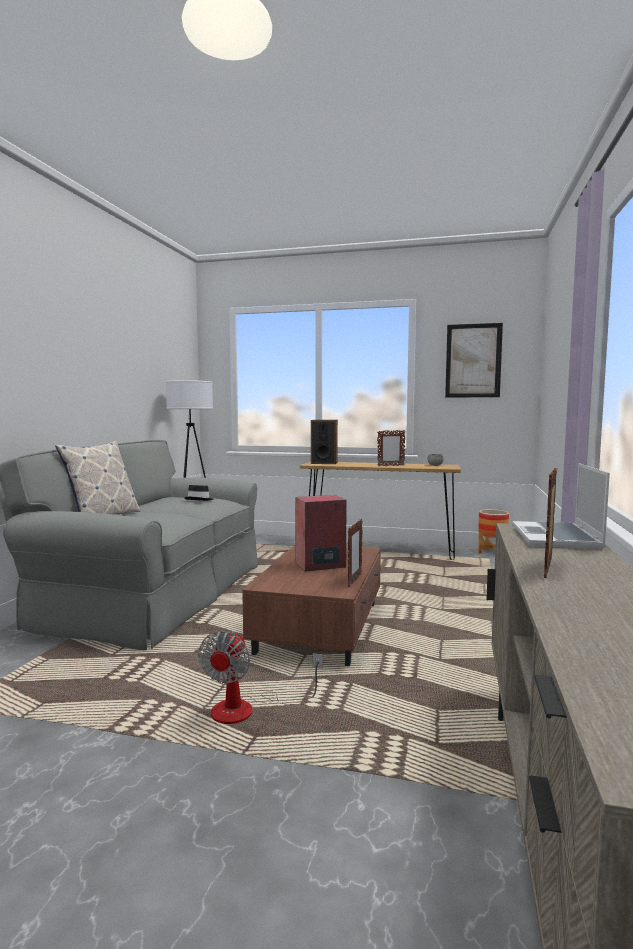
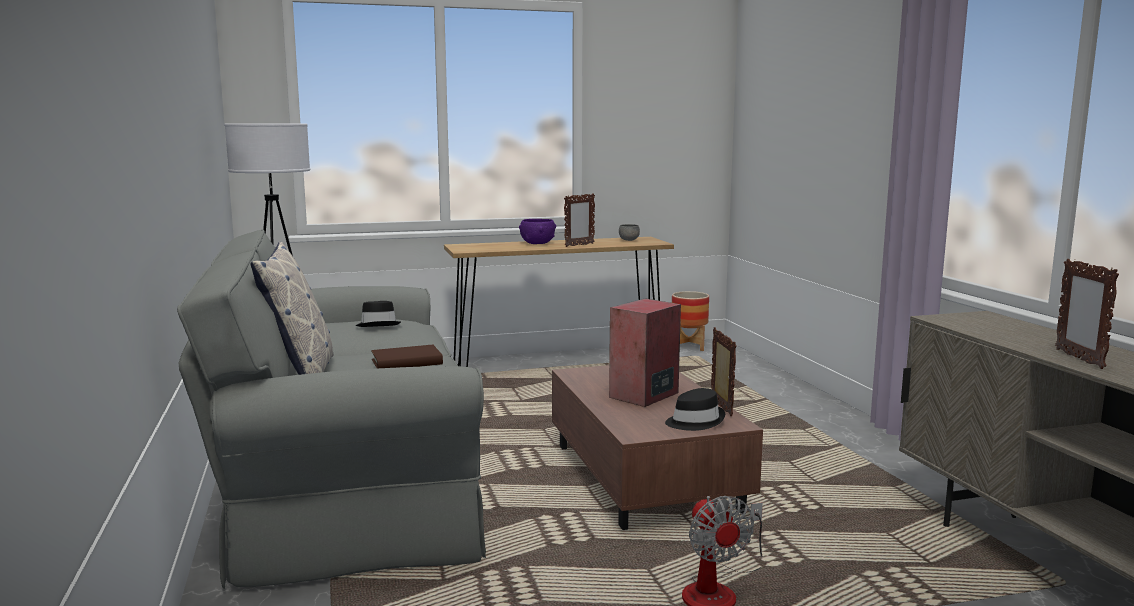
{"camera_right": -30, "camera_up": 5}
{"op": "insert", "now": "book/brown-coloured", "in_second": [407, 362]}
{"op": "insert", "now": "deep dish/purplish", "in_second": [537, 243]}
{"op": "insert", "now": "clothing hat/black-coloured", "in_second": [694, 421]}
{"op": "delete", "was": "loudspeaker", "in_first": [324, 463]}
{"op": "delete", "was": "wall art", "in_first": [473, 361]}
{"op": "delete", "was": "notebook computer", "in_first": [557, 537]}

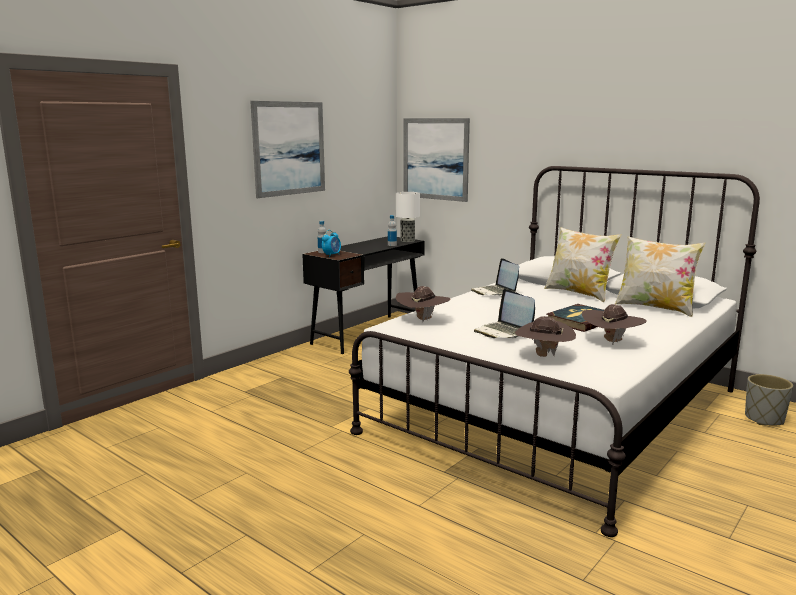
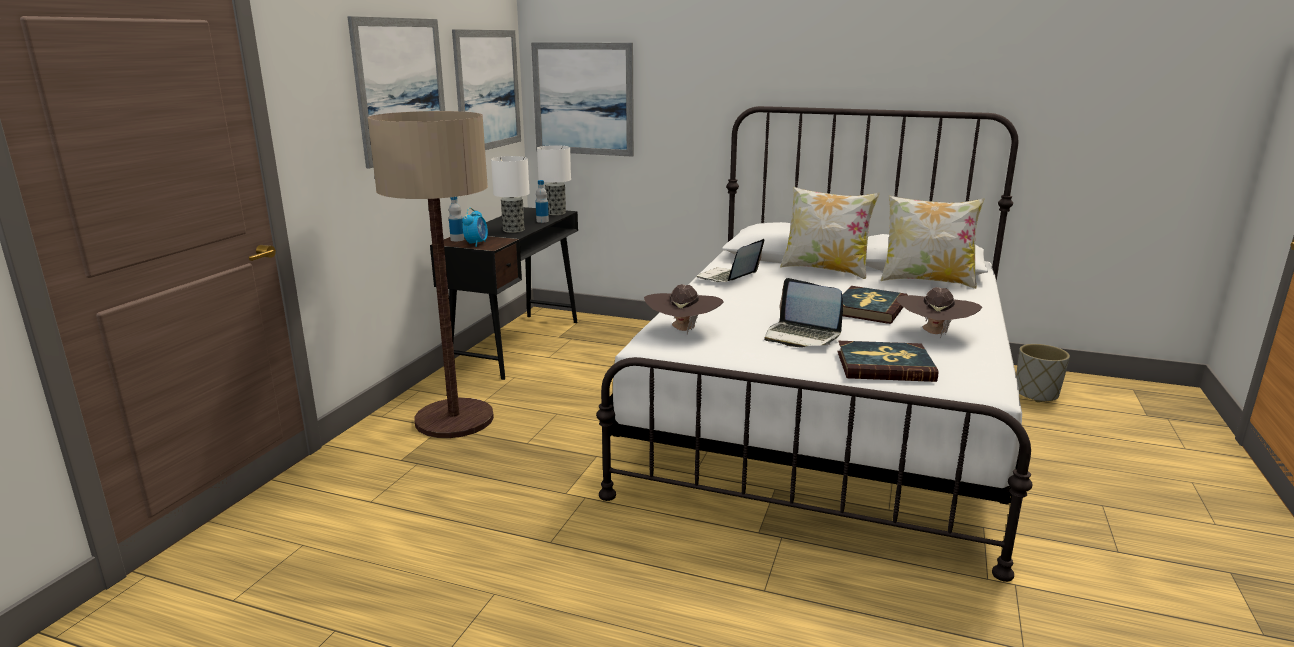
{"camera_right": -20, "camera_up": 5}
{"op": "insert", "now": "standing lamp", "in_second": [454, 419]}
{"op": "insert", "now": "wall art", "in_second": [488, 90]}
{"op": "insert", "now": "lamp for a table", "in_second": [513, 230]}
{"op": "rotate", "was": "notebook computer", "in_first": [495, 292], "in_second": [727, 278], "clockwise": 75}
{"op": "replace", "was": "clothing hat/brown-coloured", "now": "book", "in_first": [543, 356], "in_second": [884, 366]}

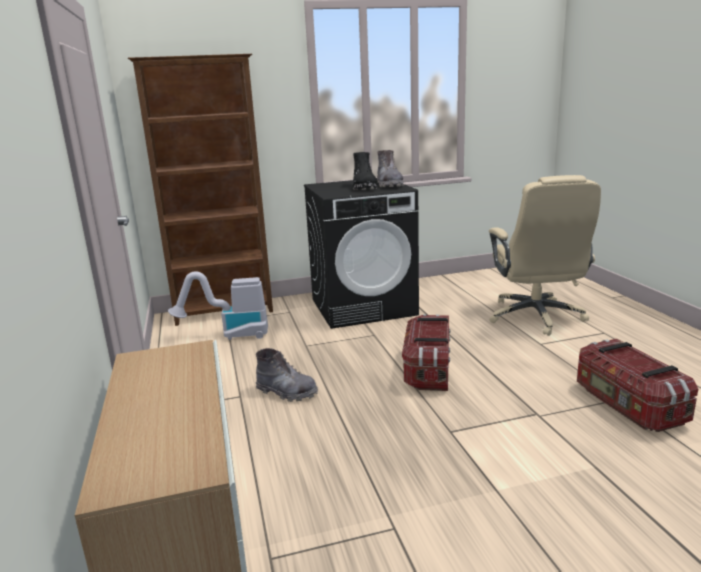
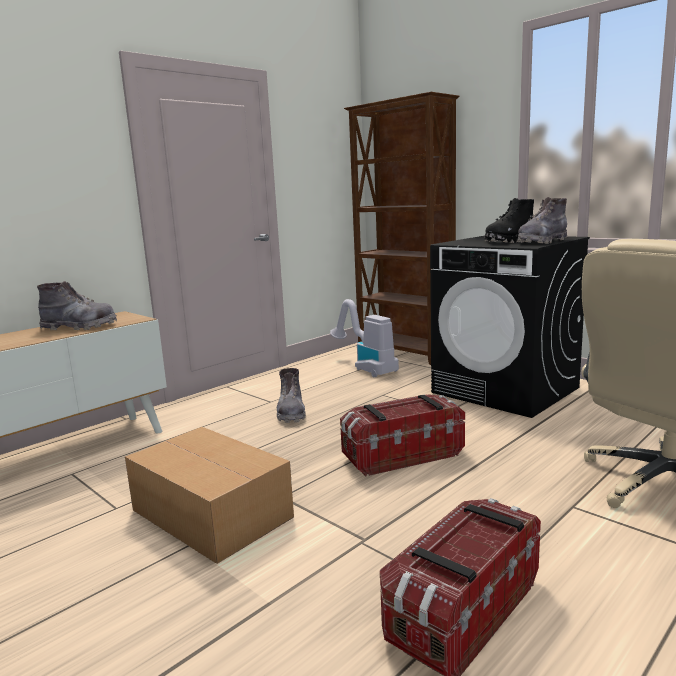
{"camera_right": 60, "camera_up": -5}
{"op": "insert", "now": "high-top boot/grey", "in_second": [79, 327]}
{"op": "insert", "now": "packing box", "in_second": [211, 512]}

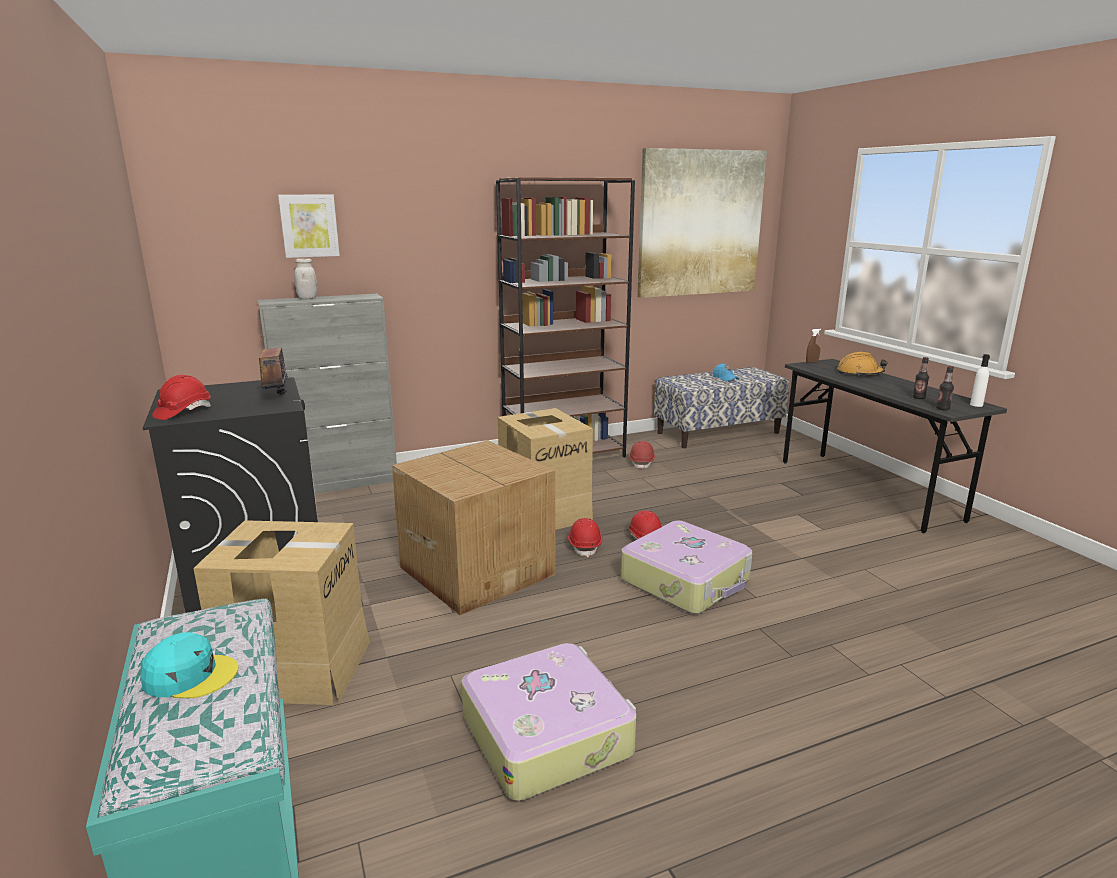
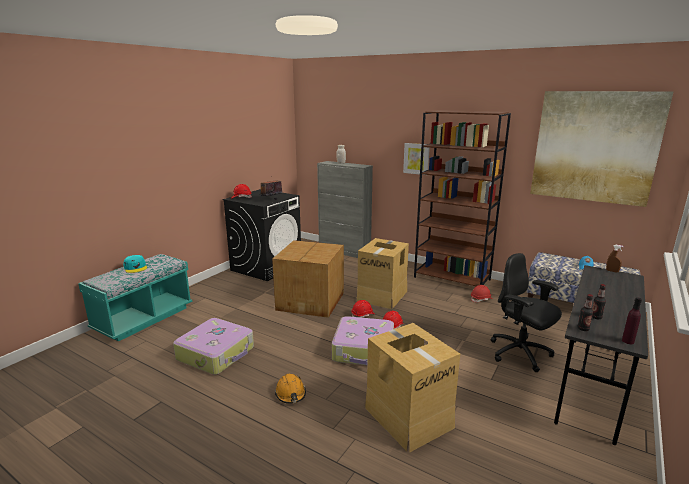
{"camera_right": 55, "camera_up": 0}
{"op": "move", "was": "work helmet/orange", "in_first": [859, 373], "in_second": [290, 394]}
{"op": "move", "was": "packing box", "in_first": [296, 668], "in_second": [408, 416]}
{"op": "move", "was": "wall art", "in_first": [309, 226], "in_second": [416, 158]}
{"op": "insert", "now": "office chair/black-coloured", "in_second": [520, 354]}
{"op": "recolor", "was": "beverage bottle/whitish", "now": "beverage bottle/purplish", "in_first": [976, 405], "in_second": [628, 341]}

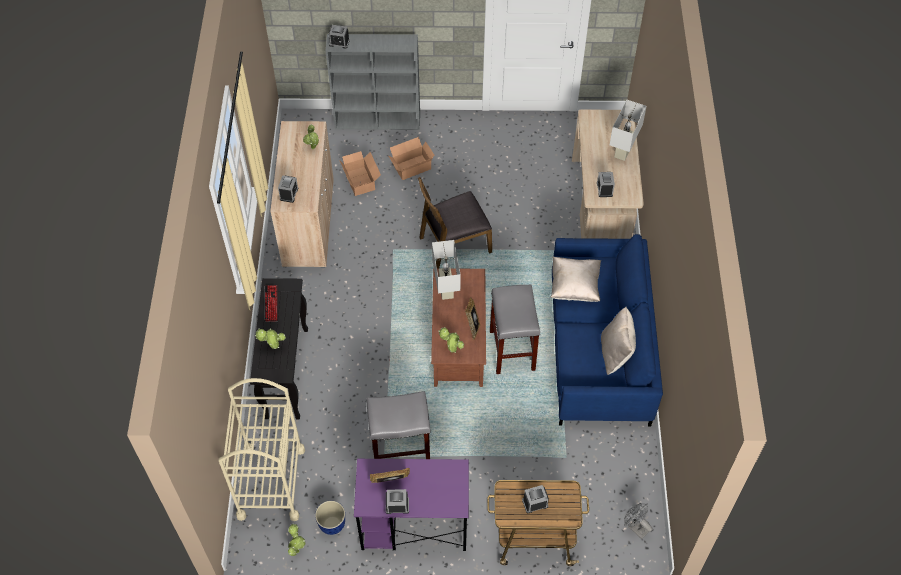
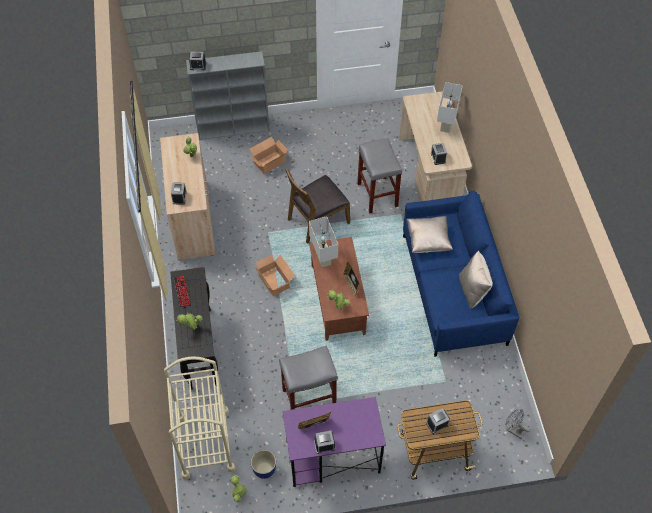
{"camera_right": -10, "camera_up": 0}
{"op": "move", "was": "packing box", "in_first": [361, 180], "in_second": [275, 280]}
{"op": "move", "was": "sitting stool/grey", "in_first": [511, 349], "in_second": [377, 194]}

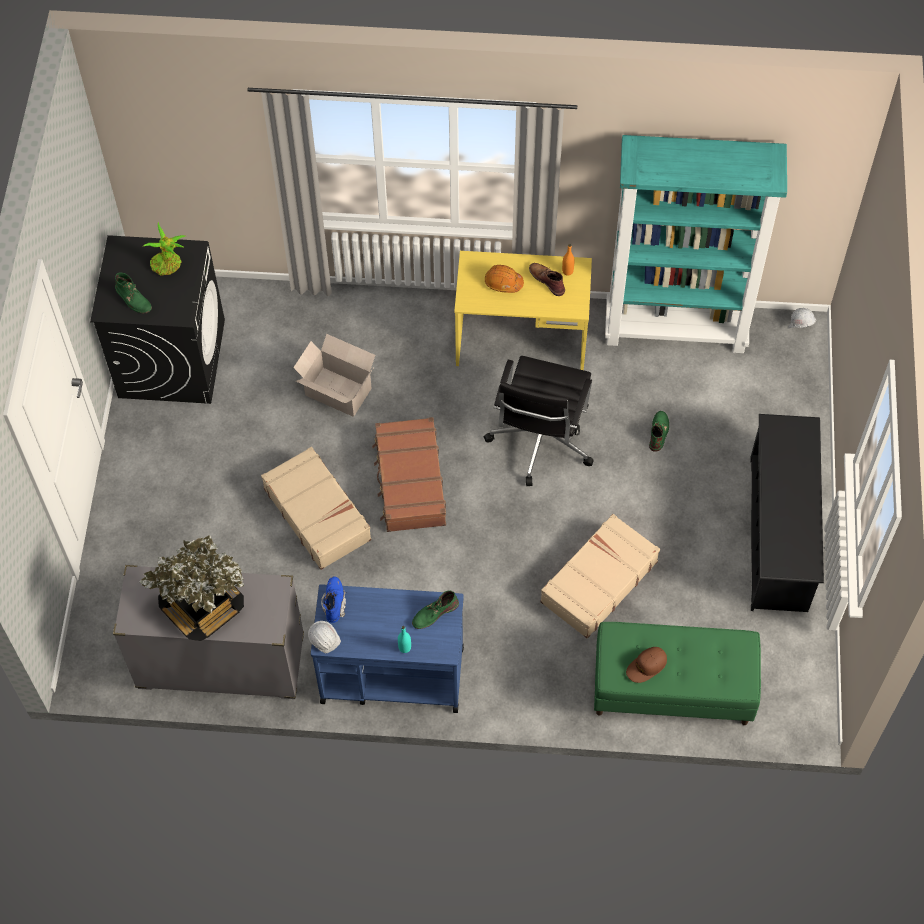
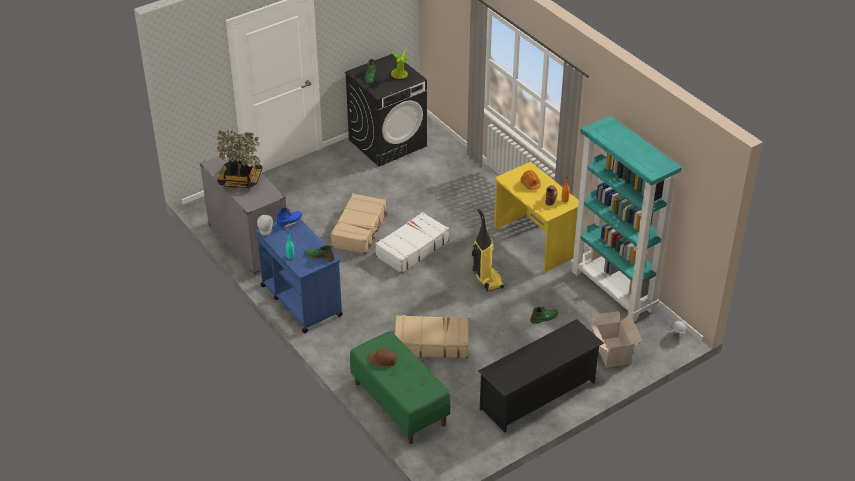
{"camera_right": 50, "camera_up": -20}
{"op": "recolor", "was": "piece of luggage/brown-coloured", "now": "piece of luggage/whitish", "in_first": [409, 481], "in_second": [411, 249]}
{"op": "replace", "was": "office chair/black-coloured", "now": "vacuum", "in_first": [540, 441], "in_second": [487, 279]}
{"op": "move", "was": "packing box", "in_first": [337, 391], "in_second": [612, 351]}

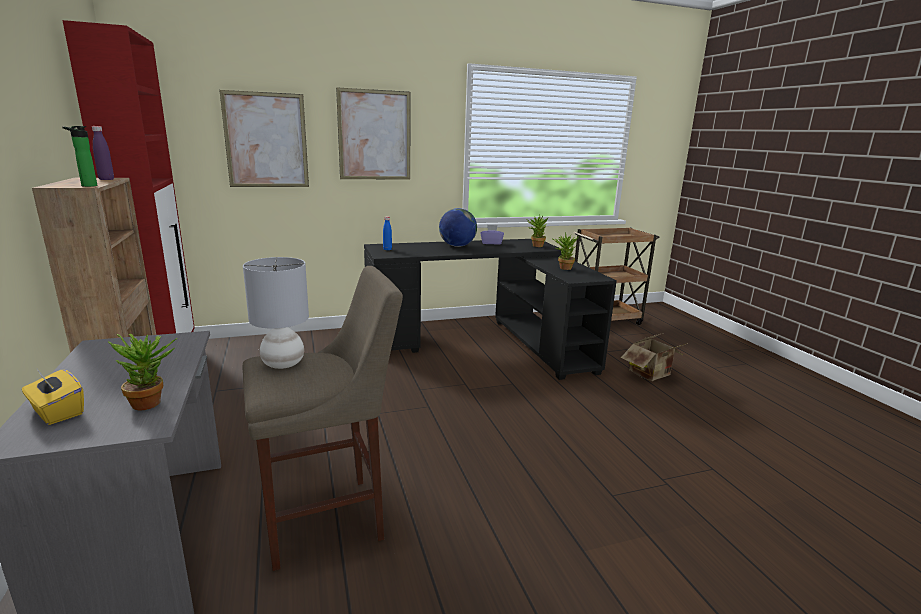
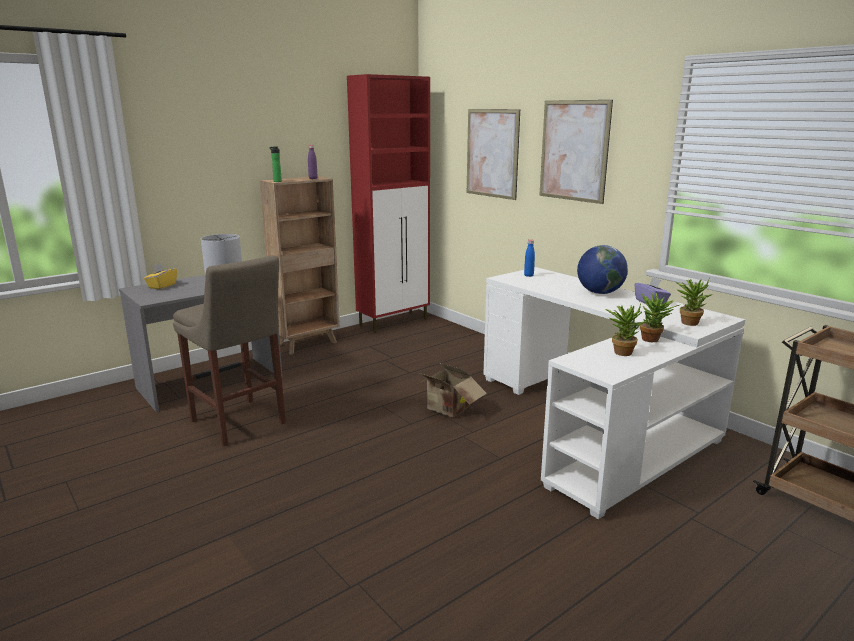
{"camera_right": 70, "camera_up": 0}
{"op": "move", "was": "packing box", "in_first": [652, 374], "in_second": [447, 410]}
{"op": "recolor", "was": "desk table/black-coloured", "now": "desk table/whitish", "in_first": [486, 341], "in_second": [596, 424]}
{"op": "move", "was": "plant in a pot", "in_first": [152, 402], "in_second": [654, 340]}

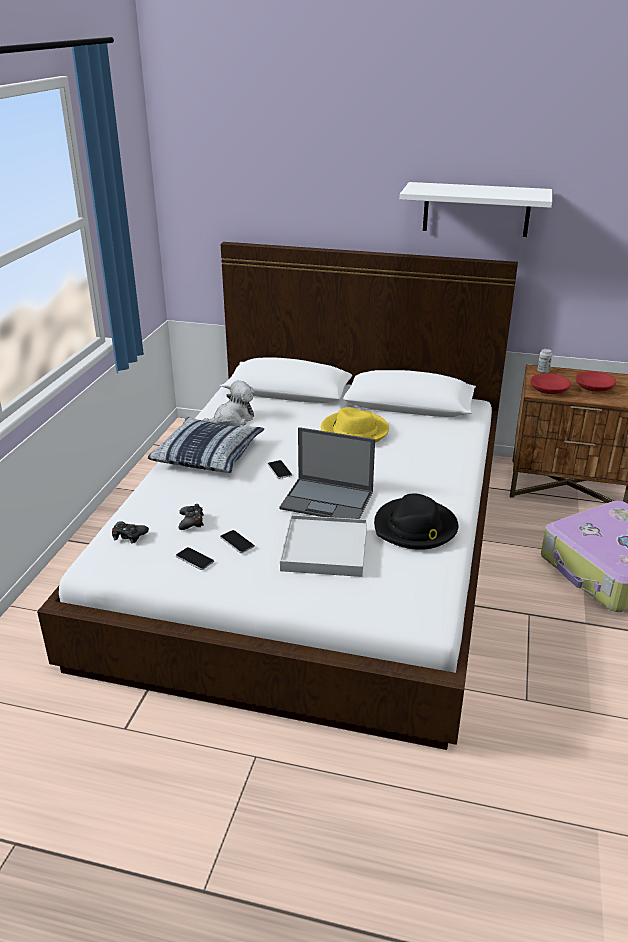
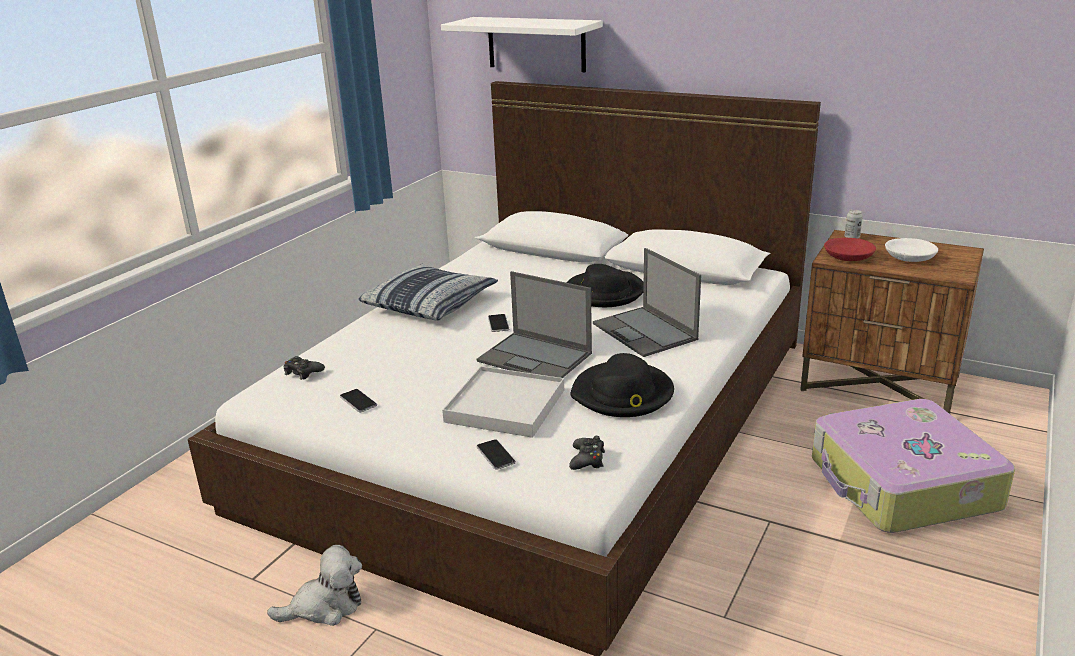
{"camera_right": 15, "camera_up": -5}
{"op": "move", "was": "soft toy", "in_first": [232, 419], "in_second": [325, 606]}
{"op": "move", "was": "wall shelf/whitish", "in_first": [476, 209], "in_second": [536, 44]}
{"op": "move", "was": "handset", "in_first": [237, 542], "in_second": [495, 455]}
{"op": "recolor", "was": "clothing hat/yellow-coloured", "now": "clothing hat/black-coloured", "in_first": [354, 431], "in_second": [604, 292]}
{"op": "move", "was": "gamepad/black-coloured", "in_first": [191, 521], "in_second": [587, 459]}
{"op": "insert", "now": "notebook computer", "in_second": [645, 332]}
{"op": "recolor", "was": "deep dish/red-coloured", "now": "deep dish/whitish", "in_first": [593, 387], "in_second": [908, 257]}

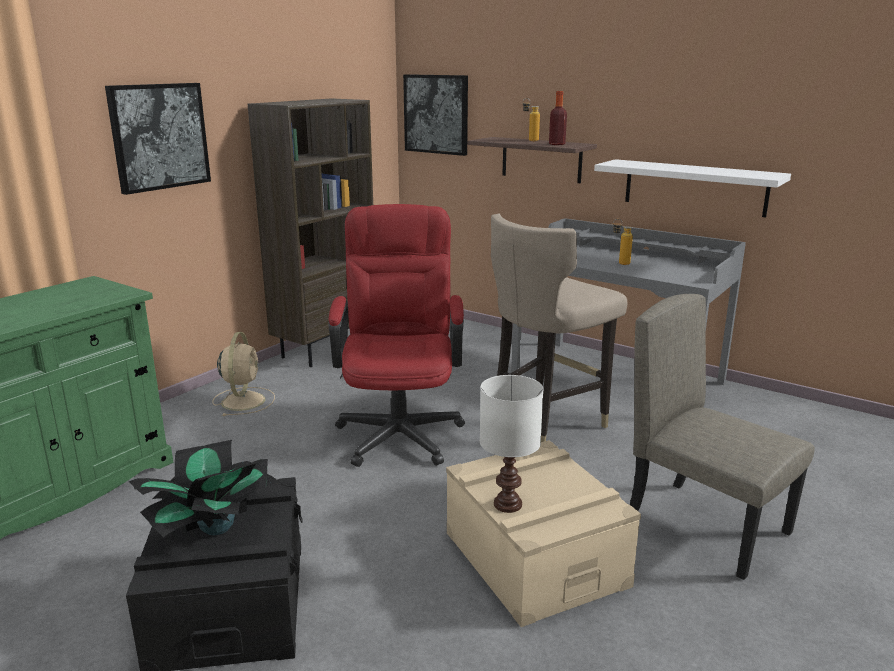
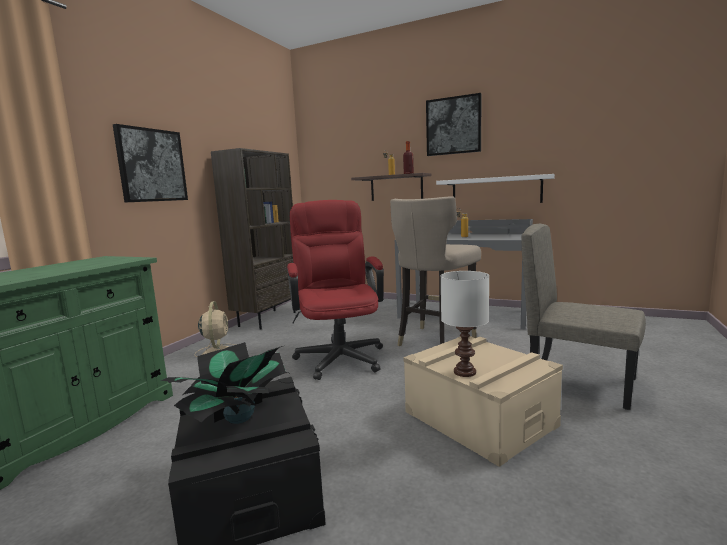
{"camera_right": -10, "camera_up": -10}
{"op": "move", "was": "wall art", "in_first": [436, 114], "in_second": [453, 126]}

